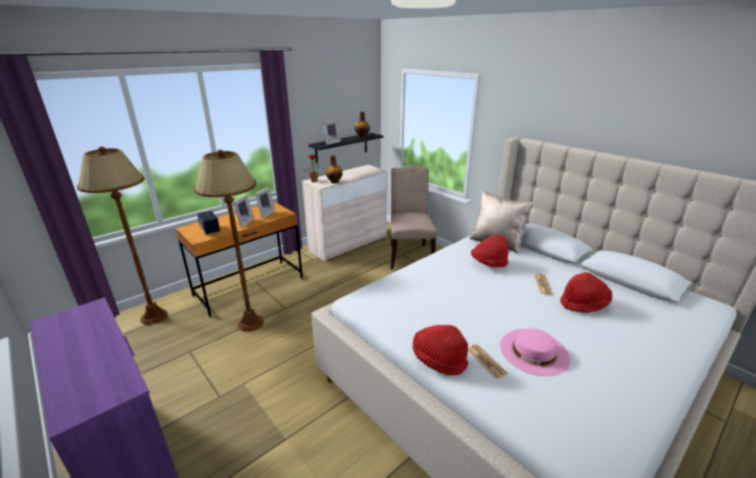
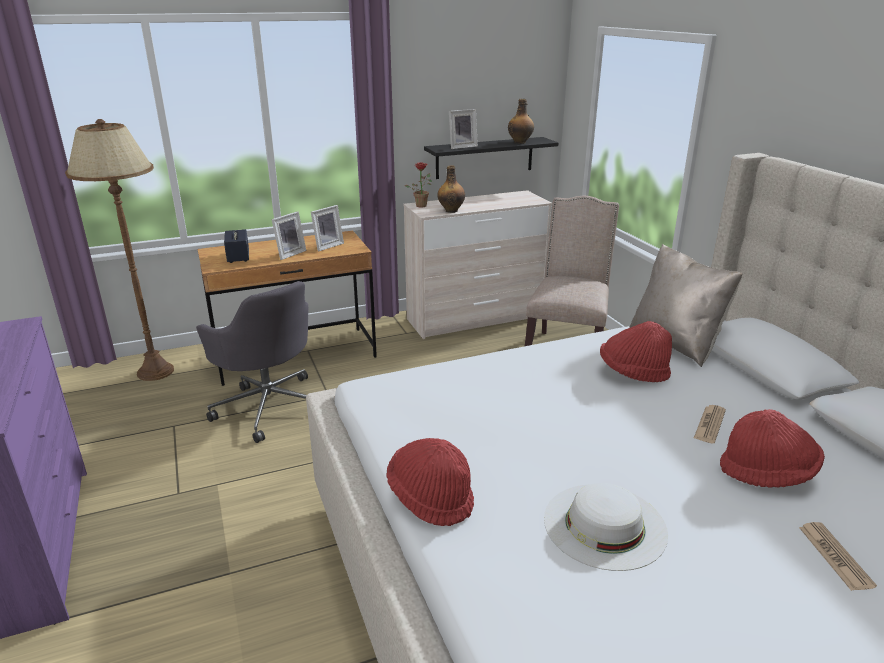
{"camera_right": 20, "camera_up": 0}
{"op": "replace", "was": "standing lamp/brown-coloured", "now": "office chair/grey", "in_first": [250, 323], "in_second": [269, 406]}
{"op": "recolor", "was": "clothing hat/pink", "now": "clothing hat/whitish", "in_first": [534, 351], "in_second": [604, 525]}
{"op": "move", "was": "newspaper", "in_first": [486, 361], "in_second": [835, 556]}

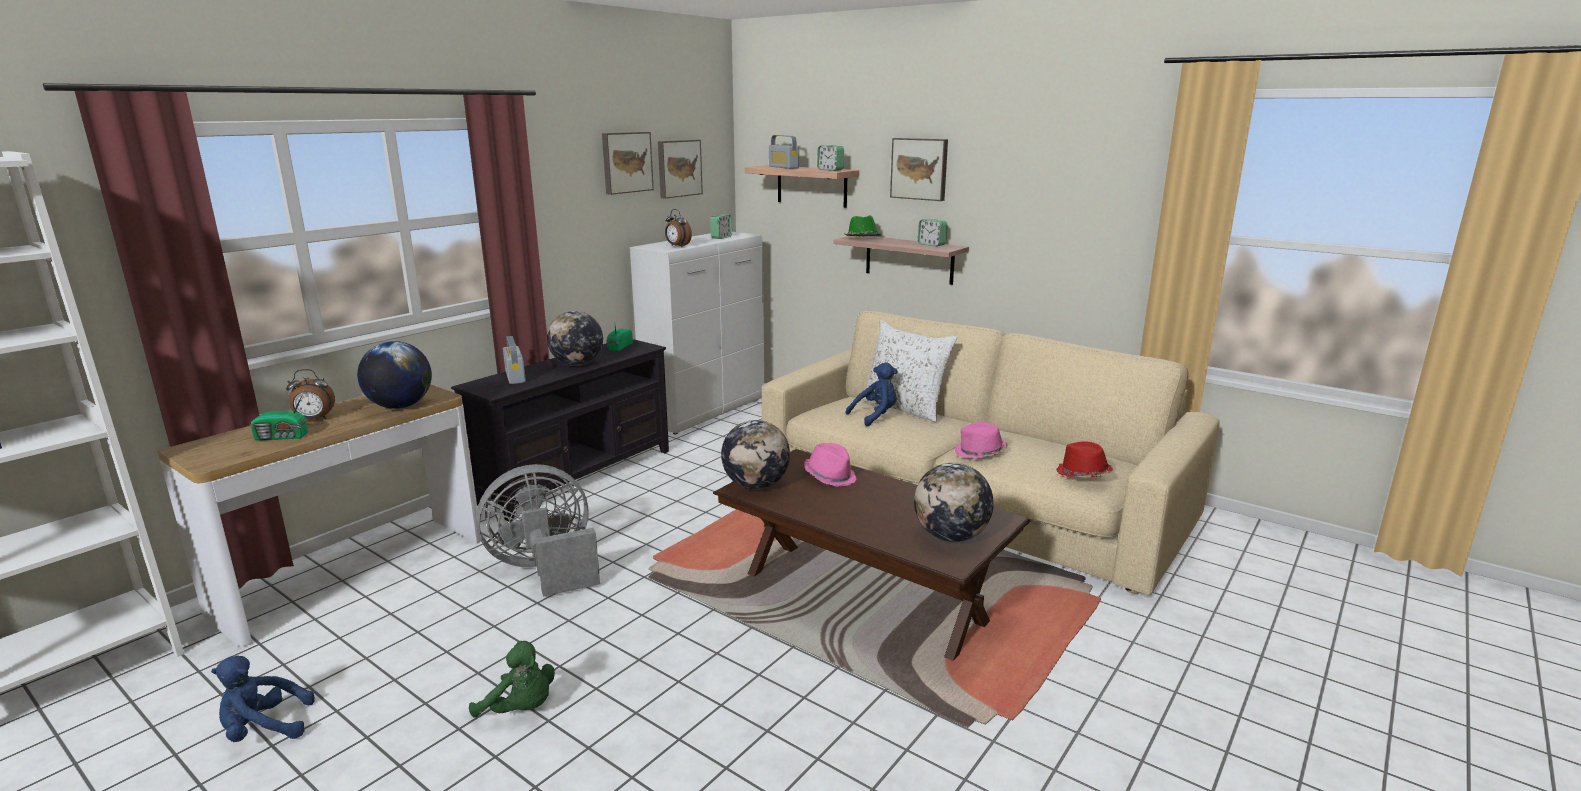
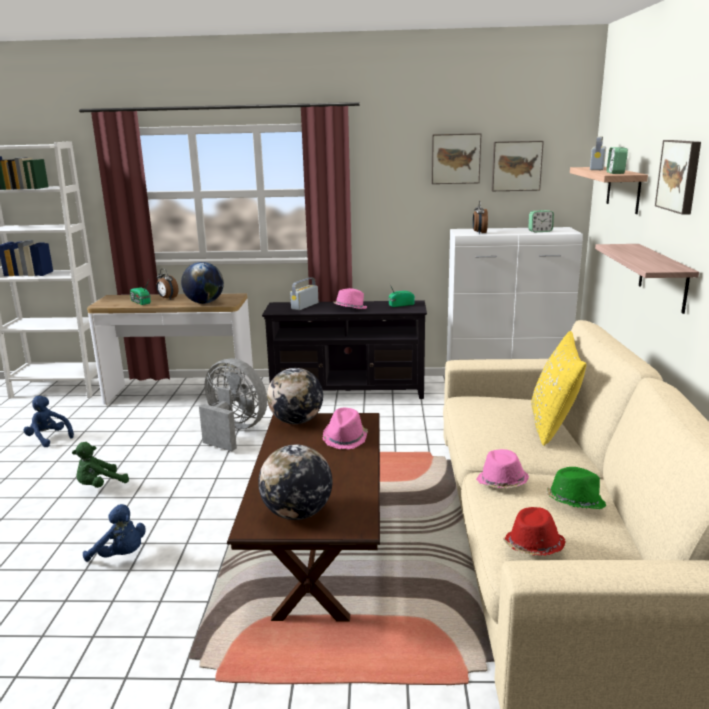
{"camera_right": 55, "camera_up": 0}
{"op": "rotate", "was": "soft toy/greenish", "in_first": [521, 709], "in_second": [100, 486], "clockwise": 60}
{"op": "move", "was": "soft toy/blue-coloured", "in_first": [875, 416], "in_second": [121, 555]}
{"op": "replace", "was": "world globe", "now": "clothing hat/pink", "in_first": [577, 364], "in_second": [350, 308]}
{"op": "recolor", "was": "pillow/whitish", "now": "pillow/yellow-coloured", "in_first": [904, 408], "in_second": [553, 425]}
{"op": "move", "was": "clothing hat/greenish", "in_first": [862, 239], "in_second": [574, 502]}
{"op": "delete", "was": "table clock", "in_first": [931, 244]}

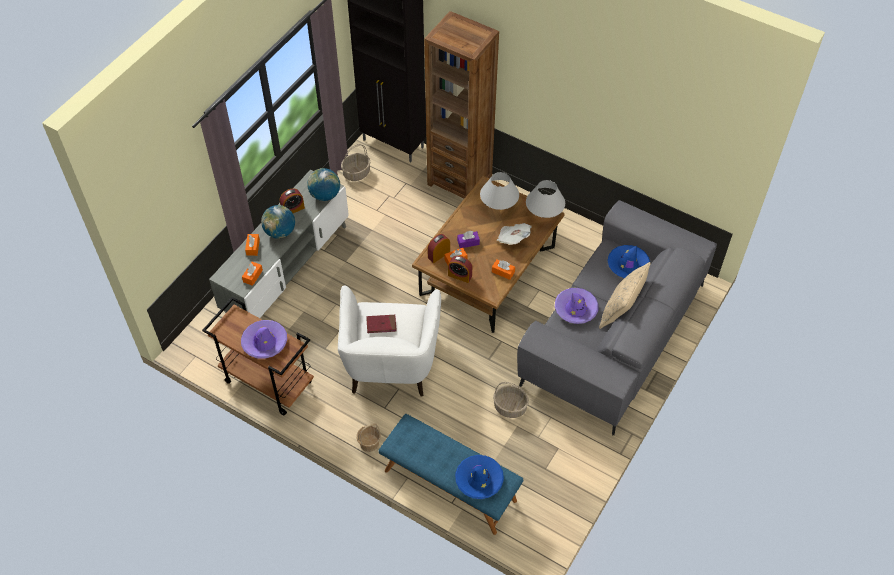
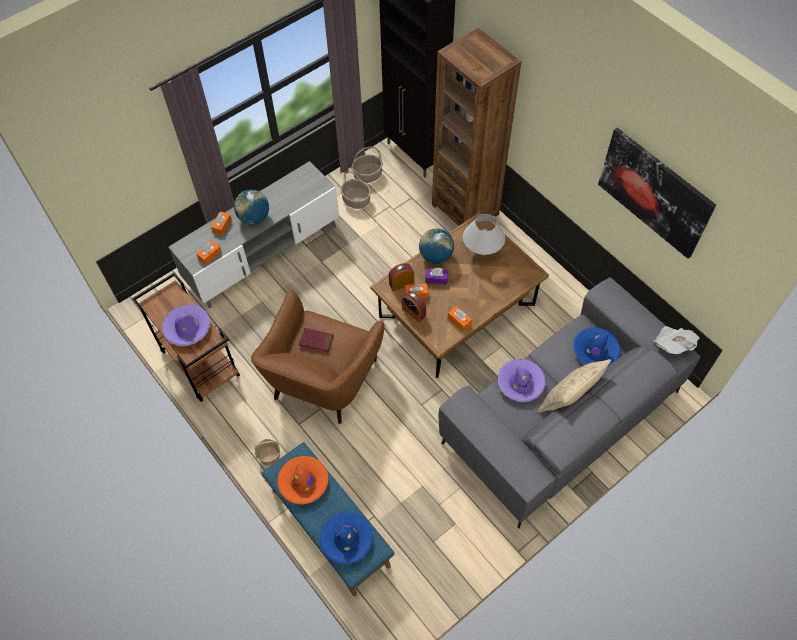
{"camera_right": 20, "camera_up": 5}
{"op": "recolor", "was": "lounge chair/whitish", "now": "lounge chair/brown-coloured", "in_first": [390, 363], "in_second": [322, 379]}
{"op": "insert", "now": "clothing hat/orange", "in_second": [303, 482]}
{"op": "move", "was": "household basket", "in_first": [510, 407], "in_second": [356, 200]}
{"op": "move", "was": "world globe", "in_first": [325, 195], "in_second": [436, 256]}
{"op": "insert", "now": "wall art", "in_second": [654, 192]}
{"op": "move", "was": "newspaper", "in_first": [513, 239], "in_second": [673, 344]}
{"op": "delete", "was": "table clock", "in_first": [293, 209]}
{"op": "delete", "was": "lamp for a table/whitish", "in_first": [544, 216]}

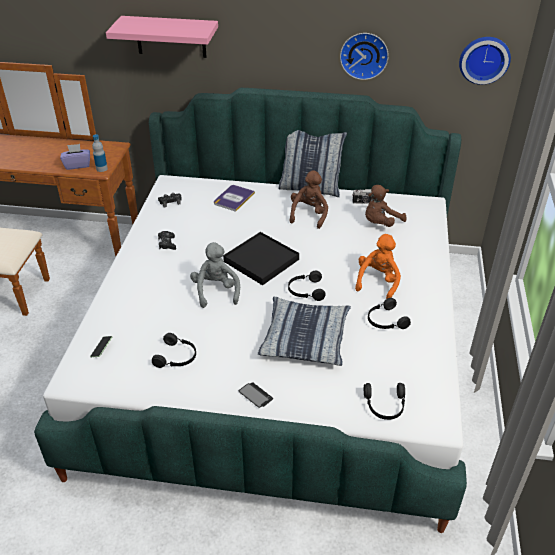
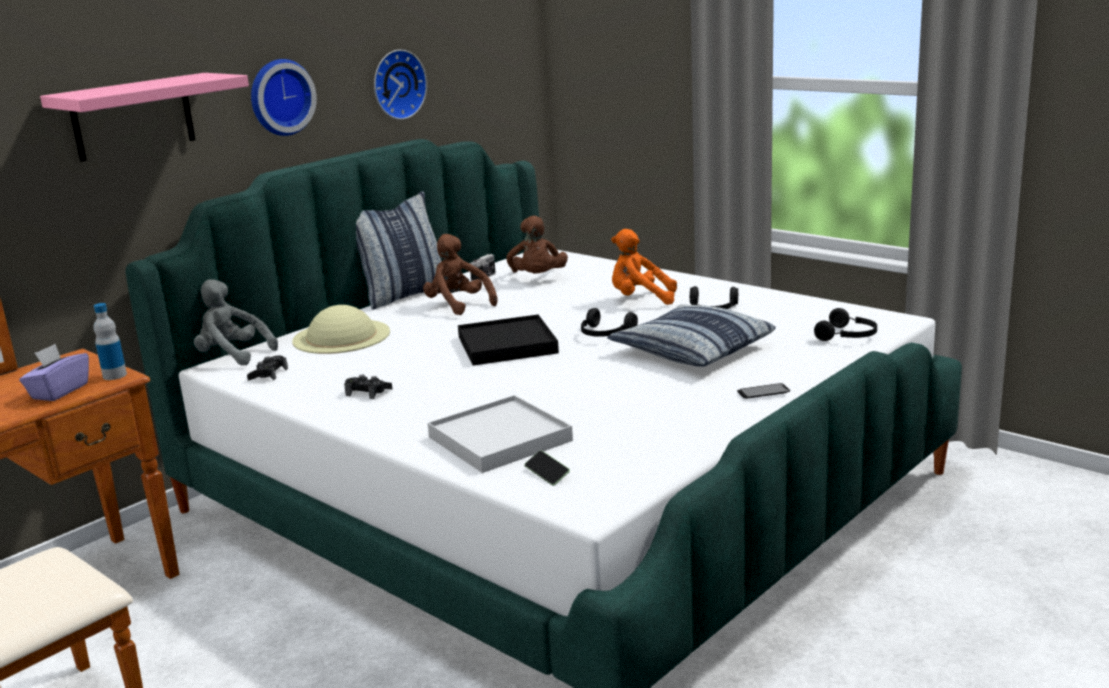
{"camera_right": -55, "camera_up": -20}
{"op": "move", "was": "soft toy/grey", "in_first": [216, 291], "in_second": [232, 356]}
{"op": "move", "was": "clock on the wall", "in_first": [484, 59], "in_second": [280, 97]}
{"op": "replace", "was": "book", "now": "clothing hat/beige", "in_first": [234, 198], "in_second": [341, 336]}
{"op": "insert", "now": "tray/whitish", "in_second": [500, 439]}
{"op": "rotate", "was": "soft toy/orange", "in_first": [377, 281], "in_second": [640, 299], "clockwise": -45}
{"op": "delete", "was": "pair of headphones/black-coloured", "in_first": [177, 357]}

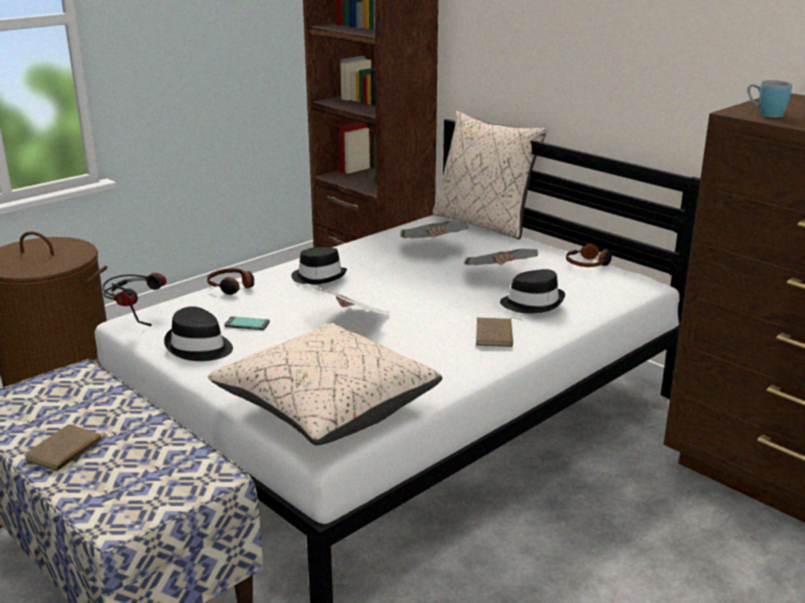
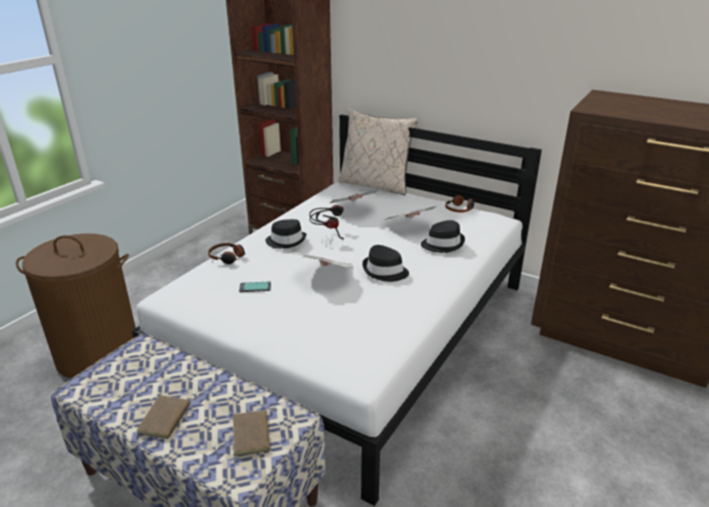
{"camera_right": -15, "camera_up": 5}
{"op": "move", "was": "book/brown-coloured", "in_first": [496, 335], "in_second": [253, 434]}
{"op": "move", "was": "pair of headphones", "in_first": [135, 317], "in_second": [327, 235]}
{"op": "move", "was": "clothing hat/black-coloured", "in_first": [199, 347], "in_second": [385, 271]}
{"op": "delete", "was": "pillow/beige", "in_first": [326, 407]}
{"op": "delete", "was": "mug/blue-coloured", "in_first": [765, 114]}

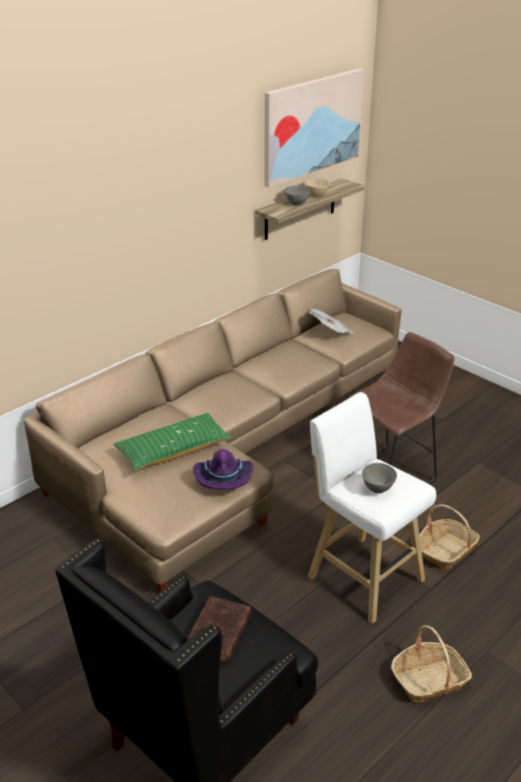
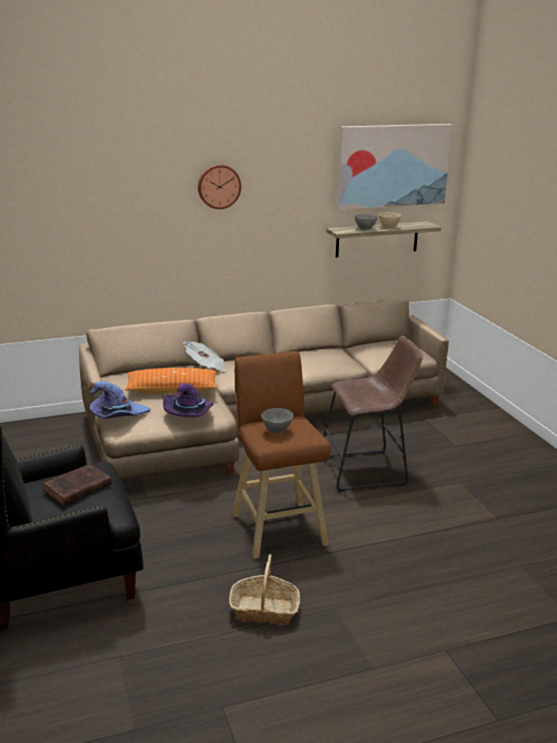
{"camera_right": 25, "camera_up": -10}
{"op": "insert", "now": "clothing hat/purplish", "in_second": [118, 415]}
{"op": "recolor", "was": "pillow/greenish", "now": "pillow/orange", "in_first": [173, 450], "in_second": [172, 390]}
{"op": "move", "was": "newspaper", "in_first": [331, 332], "in_second": [206, 367]}
{"op": "insert", "now": "clock on the wall", "in_second": [218, 186]}
{"op": "recolor", "was": "sitting stool/whitish", "now": "sitting stool/brown-coloured", "in_first": [362, 575], "in_second": [277, 527]}
{"op": "delete", "was": "household basket", "in_first": [446, 551]}

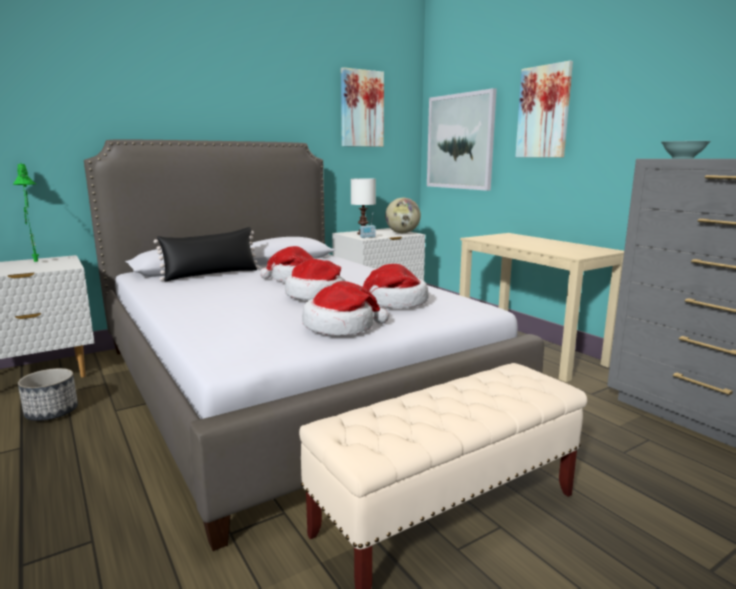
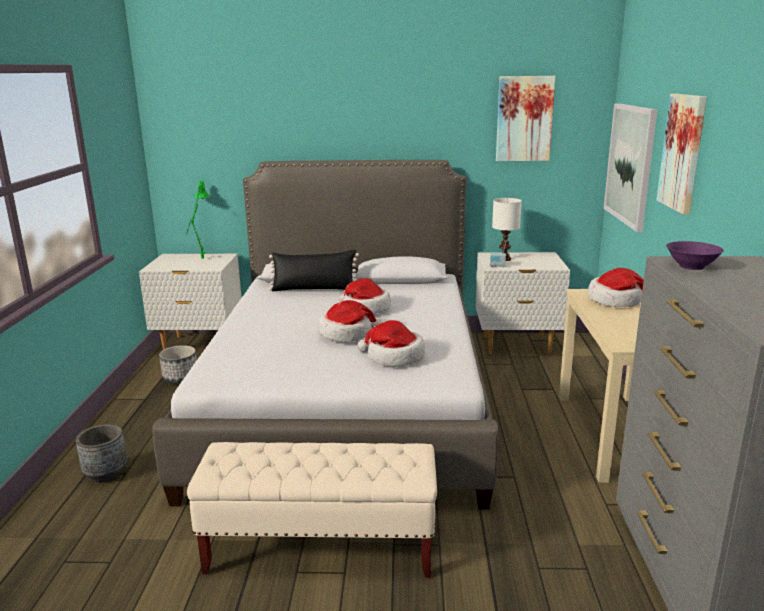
{"camera_right": 35, "camera_up": 5}
{"op": "insert", "now": "flower pot/grey", "in_second": [106, 474]}
{"op": "move", "was": "clothing hat", "in_first": [341, 327], "in_second": [616, 301]}
{"op": "recolor", "was": "deep dish/turquoise", "now": "deep dish/purplish", "in_first": [682, 158], "in_second": [691, 266]}
{"op": "delete", "was": "world globe", "in_first": [402, 233]}

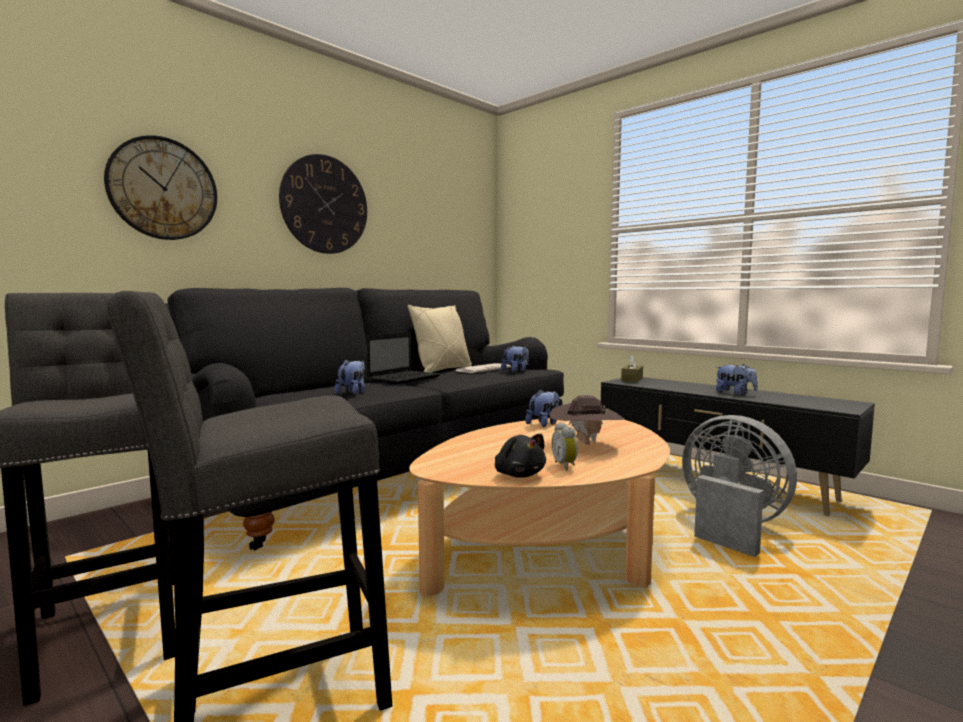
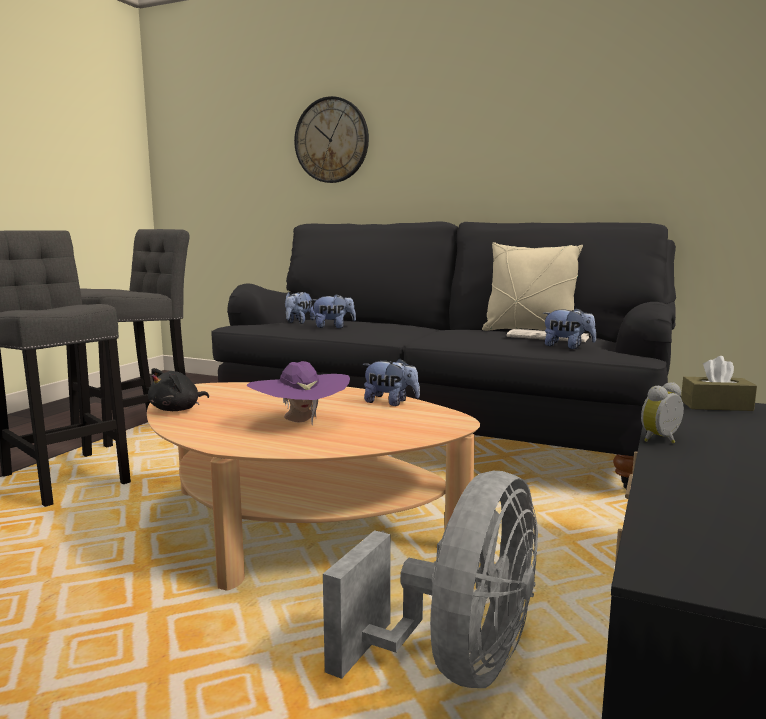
{"camera_right": 70, "camera_up": 5}
{"op": "recolor", "was": "clothing hat/brown-coloured", "now": "clothing hat/purplish", "in_first": [585, 445], "in_second": [300, 422]}
{"op": "move", "was": "soft toy", "in_first": [735, 393], "in_second": [299, 322]}
{"op": "move", "was": "table clock", "in_first": [566, 466], "in_second": [662, 440]}
{"op": "delete", "was": "clock on the wall", "in_first": [325, 205]}
{"op": "delete", "was": "notebook computer", "in_first": [405, 378]}

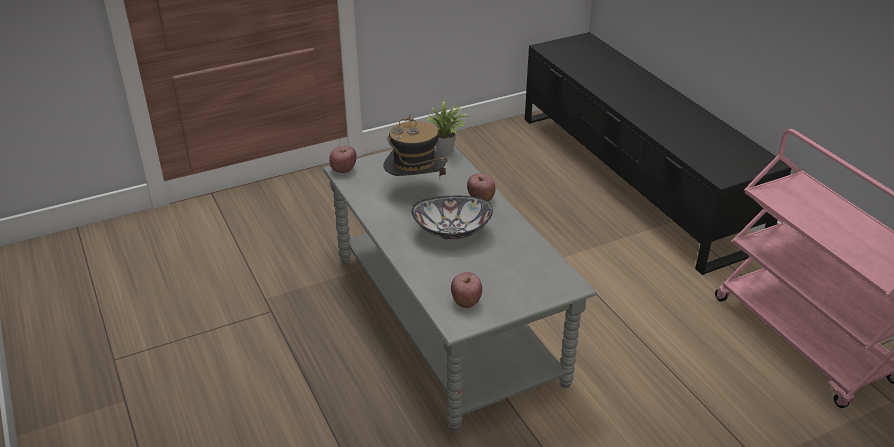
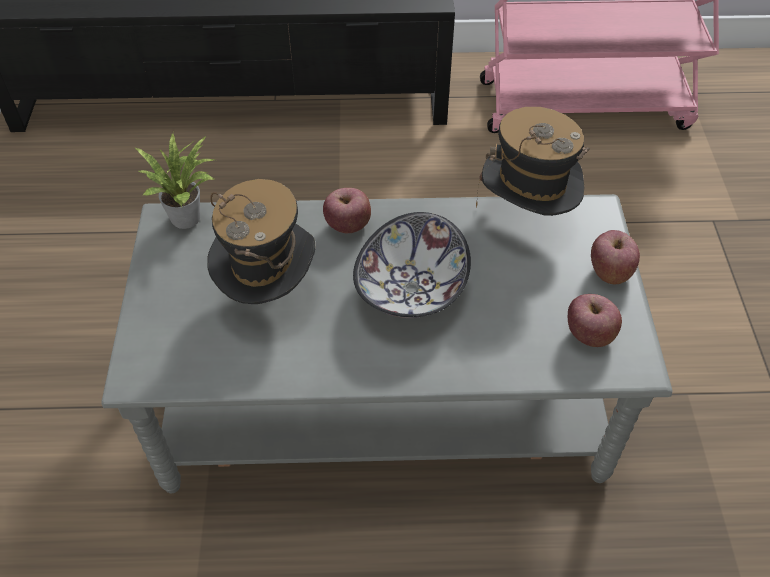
{"camera_right": -65, "camera_up": 15}
{"op": "insert", "now": "clothing hat", "in_second": [525, 216]}
{"op": "move", "was": "apple", "in_first": [343, 169], "in_second": [609, 272]}

